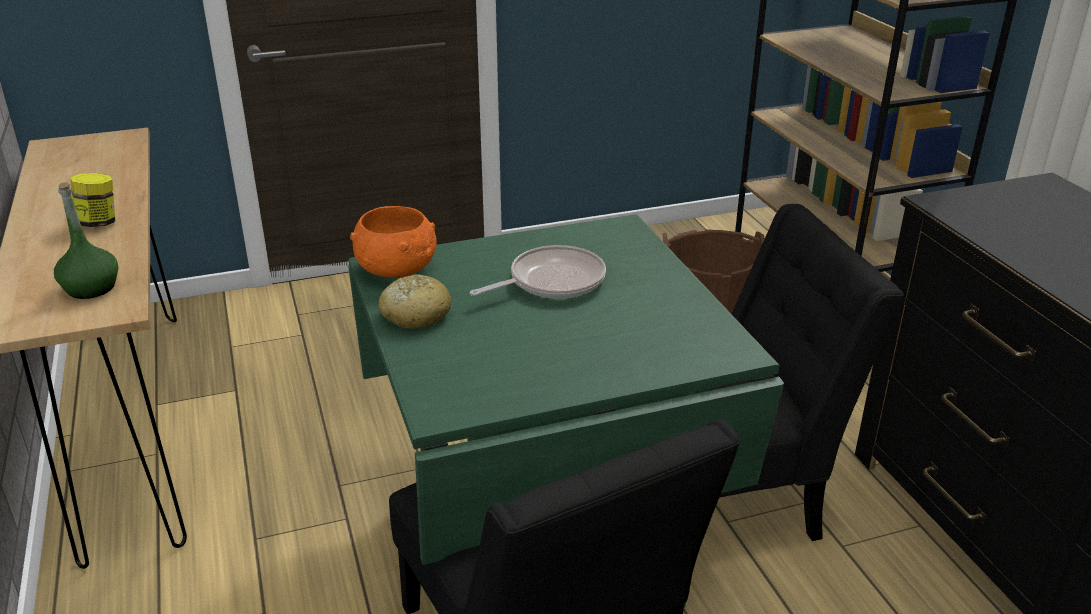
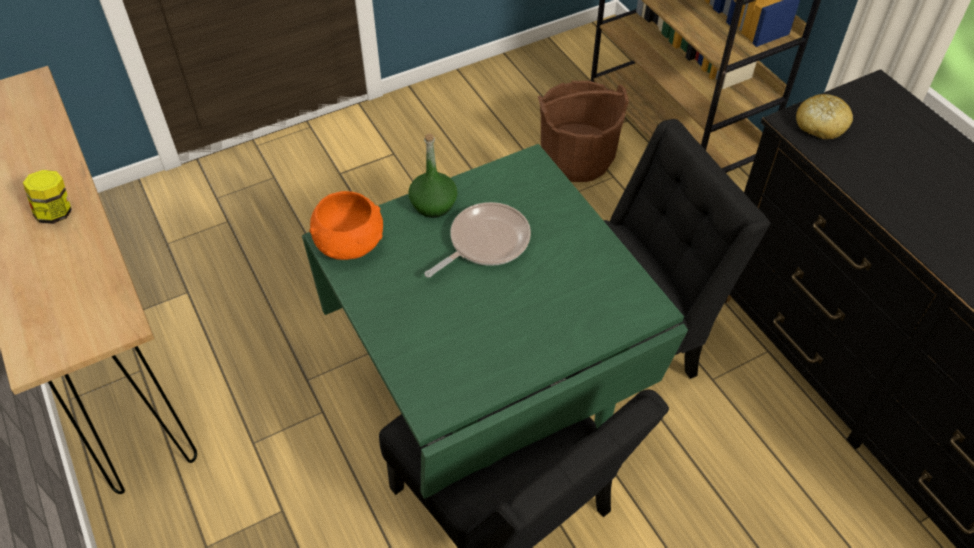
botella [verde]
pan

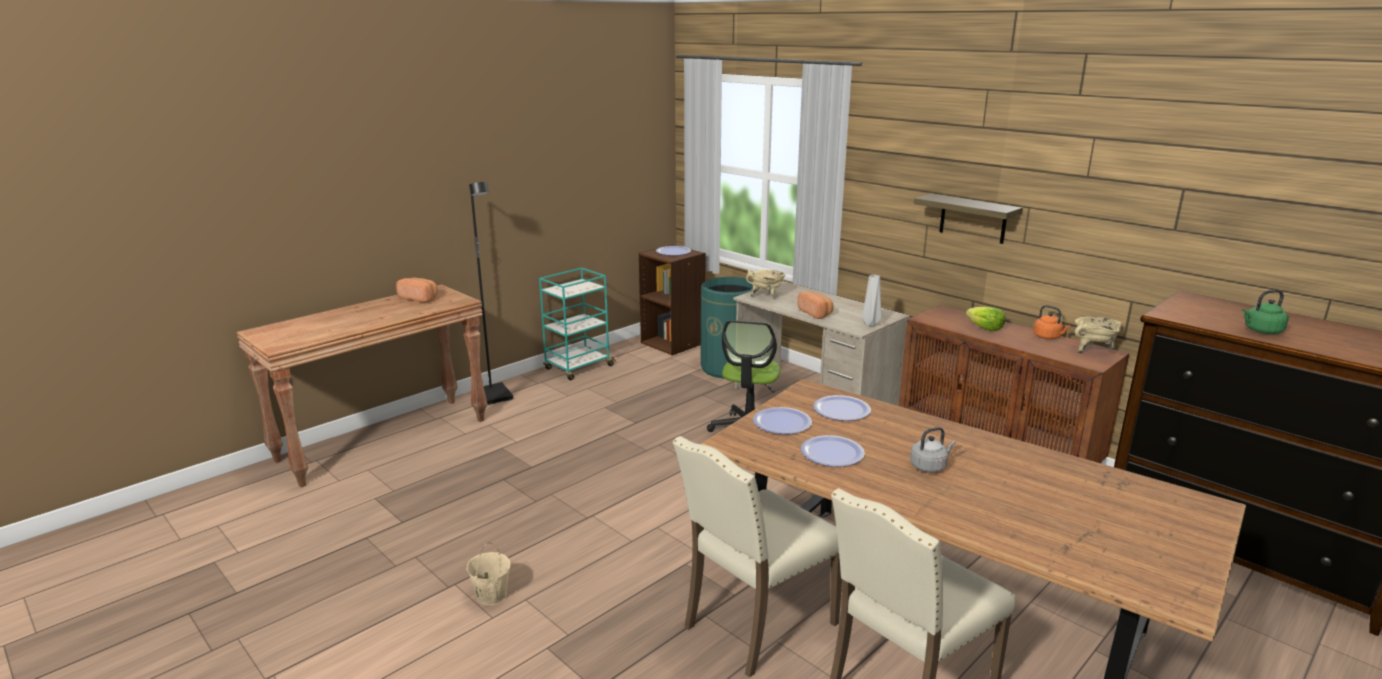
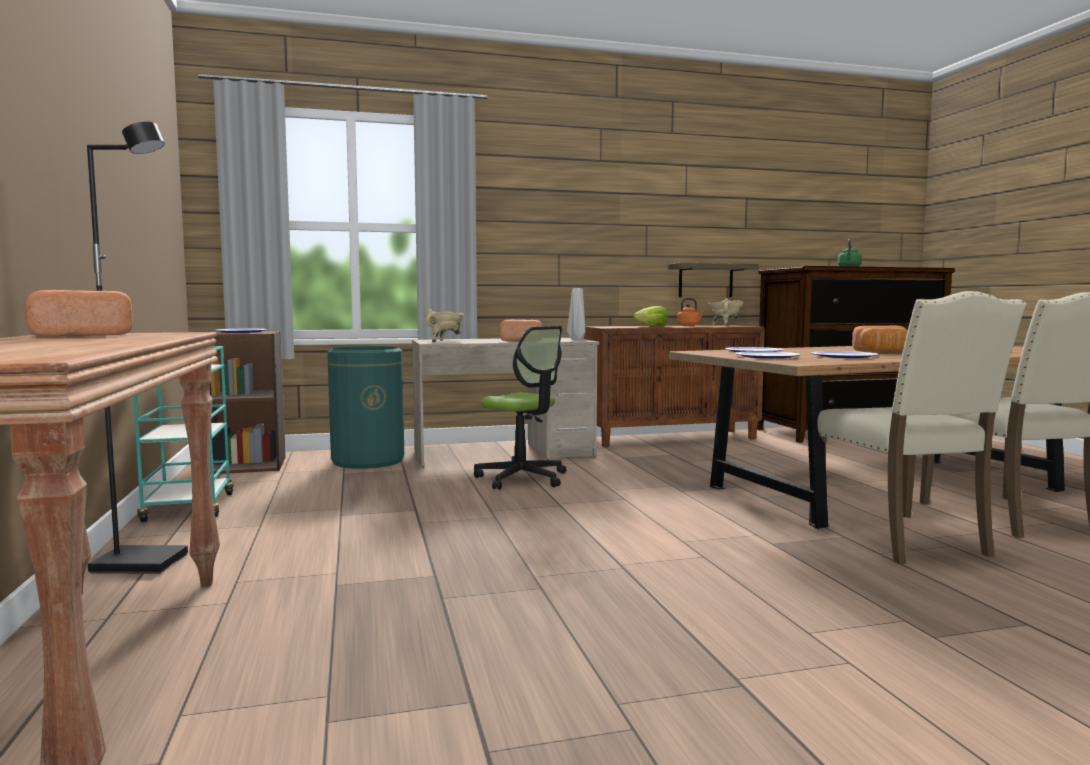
cubo [beis]
pan (3rd from left)
estante

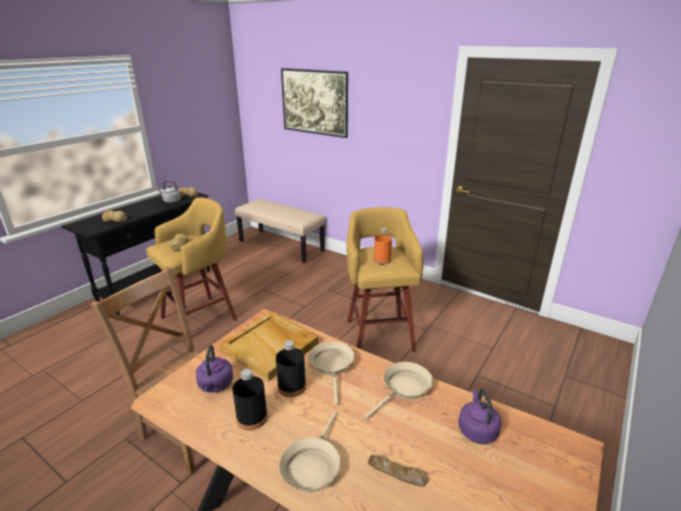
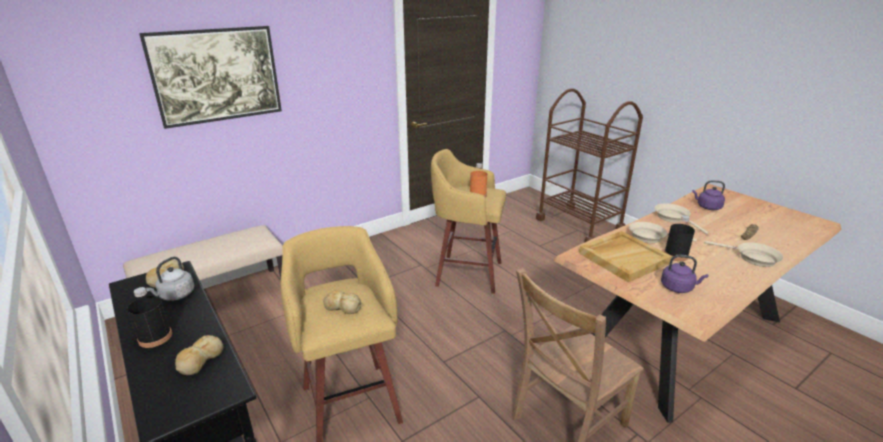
botella [negro] (1st from left)
carrito [marrón]

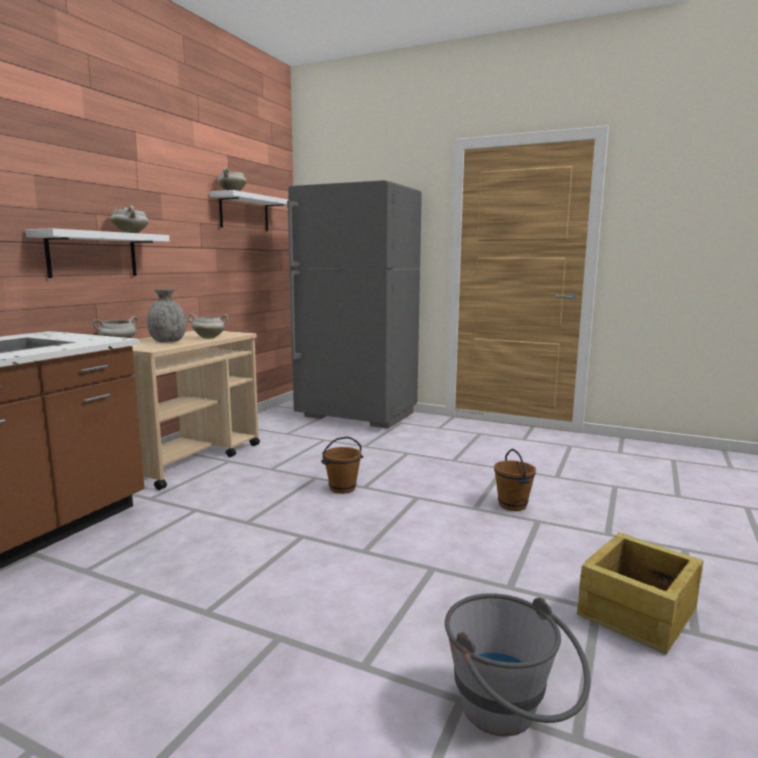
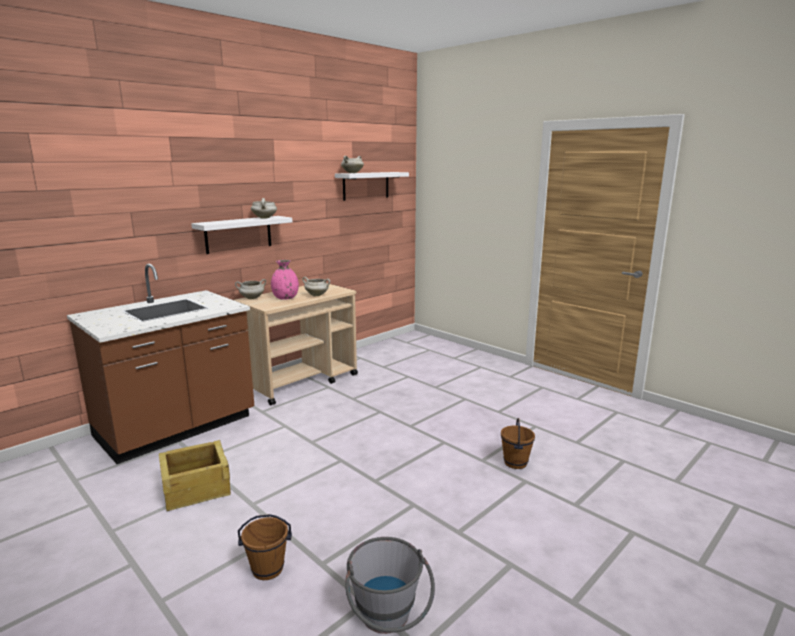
florero [rosa]
nevera [gris]
cubo [marrón] (1st from left)
caja de embalaje

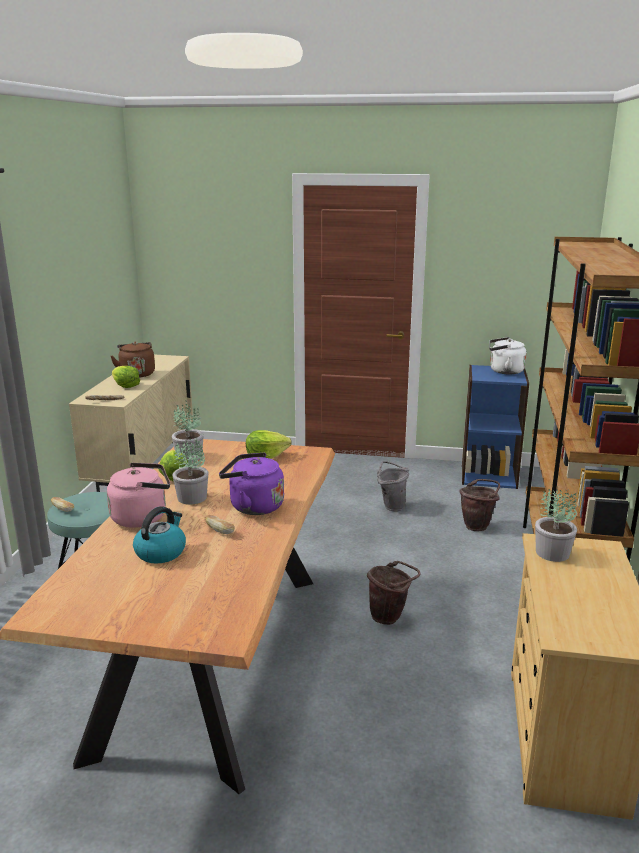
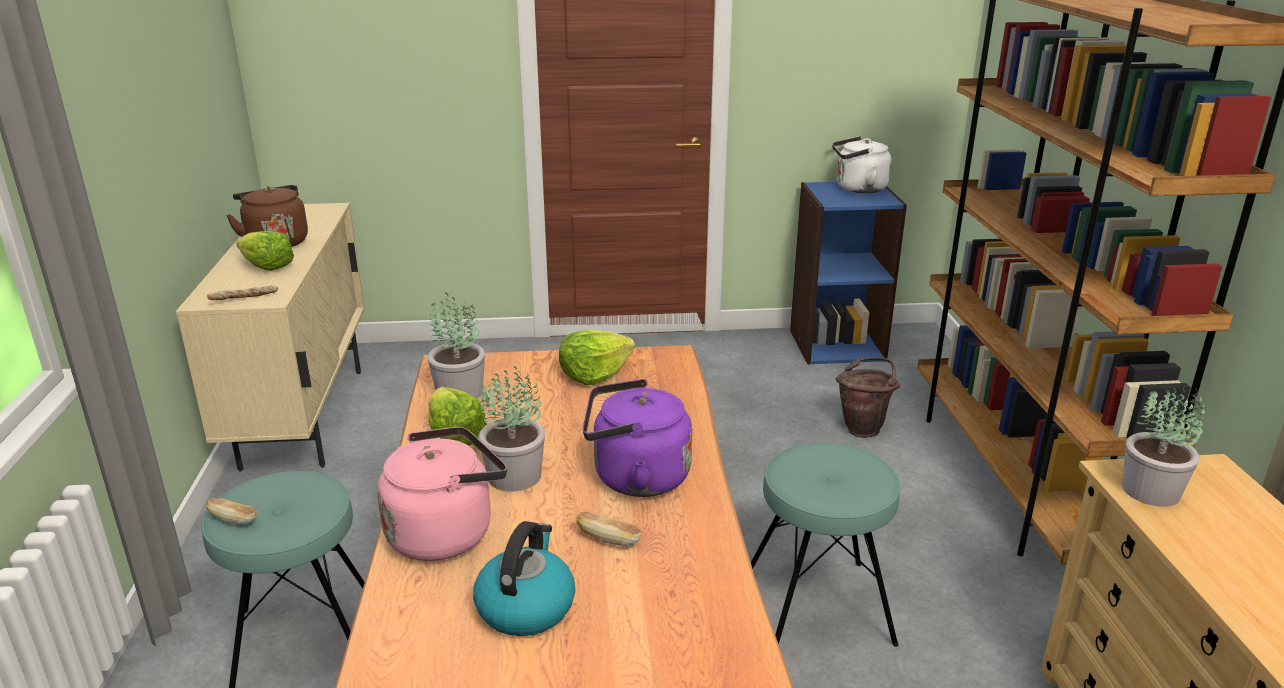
taburete [turquesa] (2nd from left)
cubo [gris]

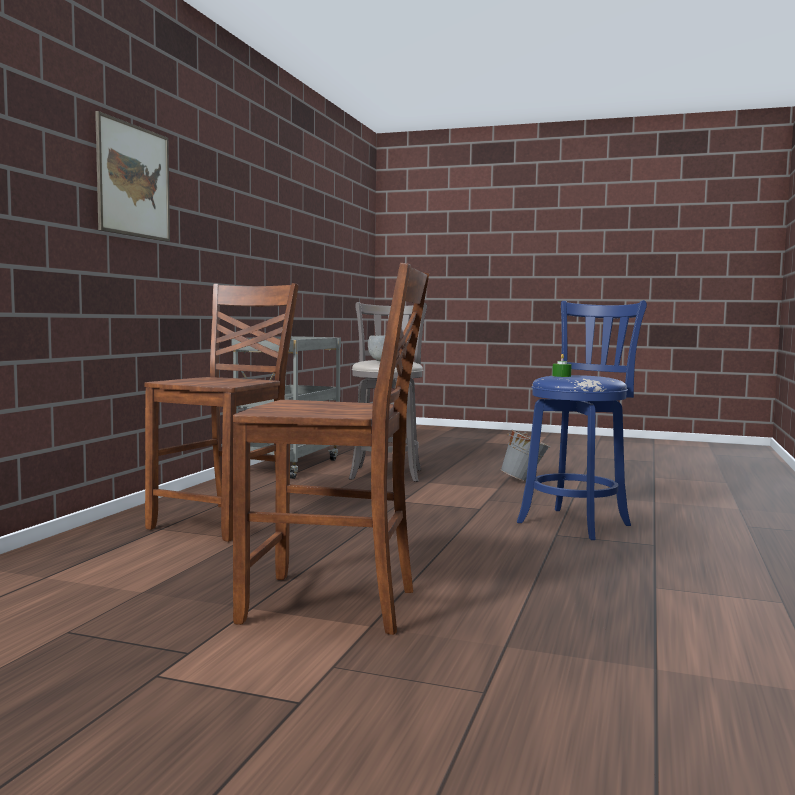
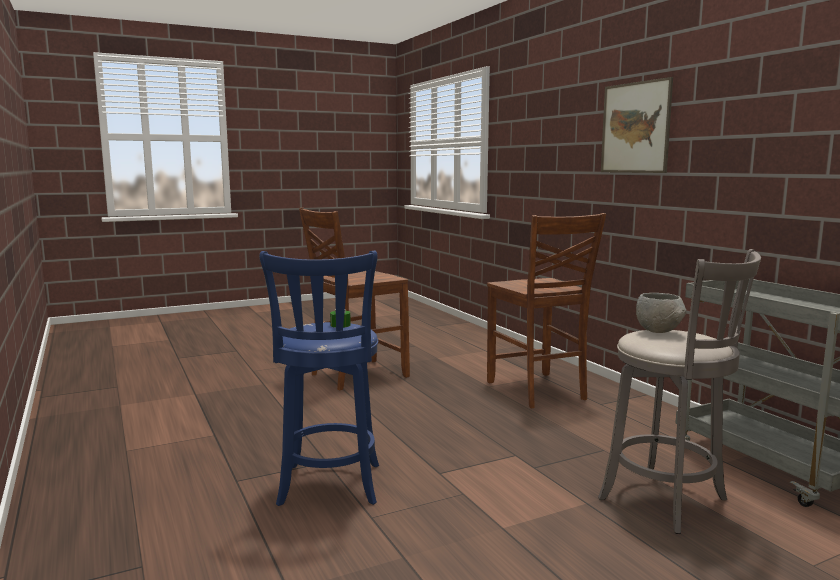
cubo [gris]

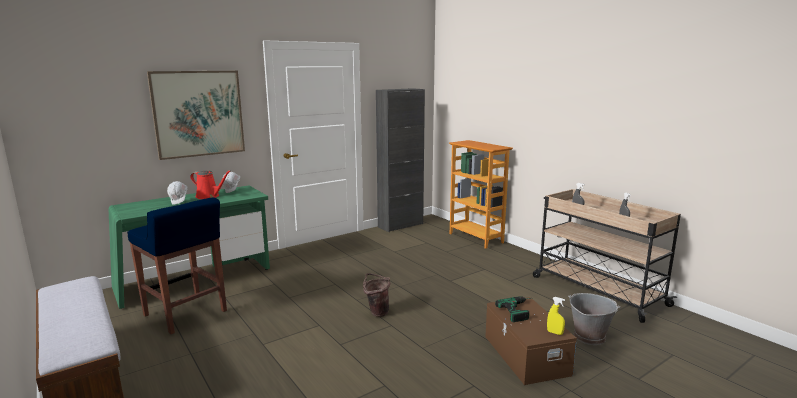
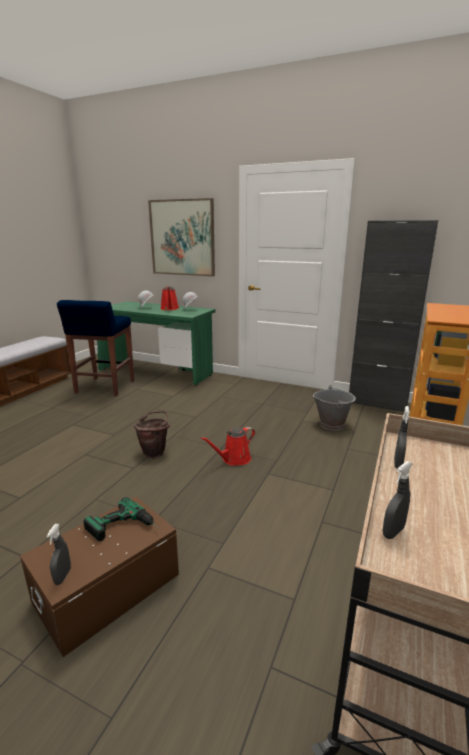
pulverizador [gris] (1st from left)
cubo [gris]
regadera [rojo] (2nd from left)

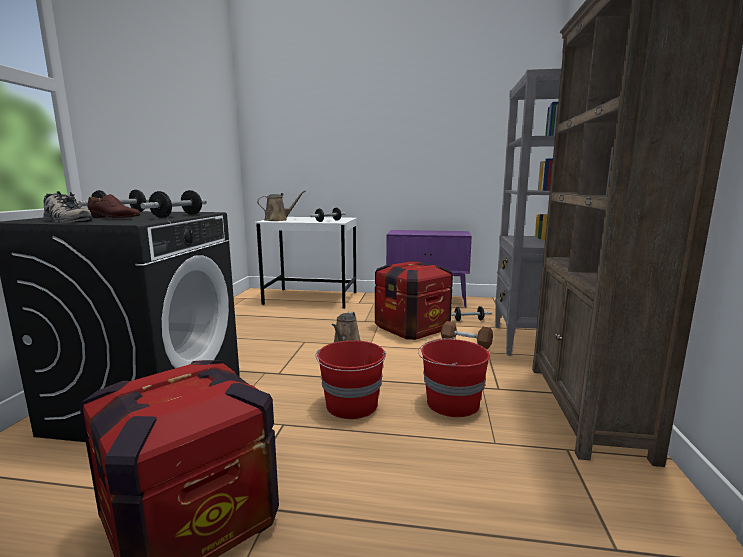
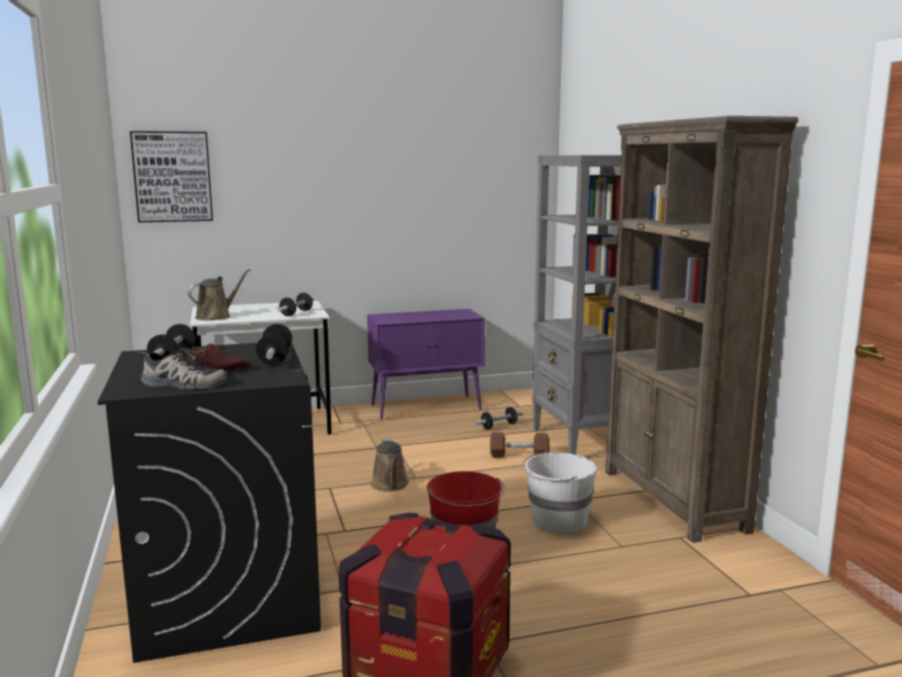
caja de embalaje (2nd from left in the first image)
cubo [blanco]
cuadro

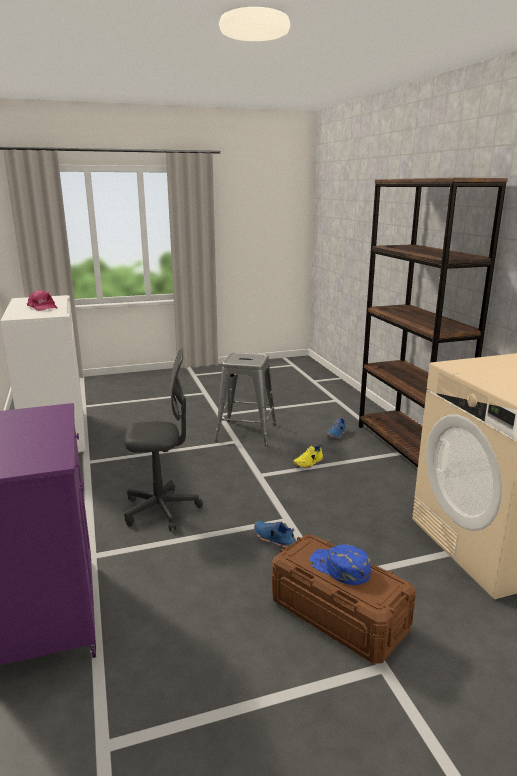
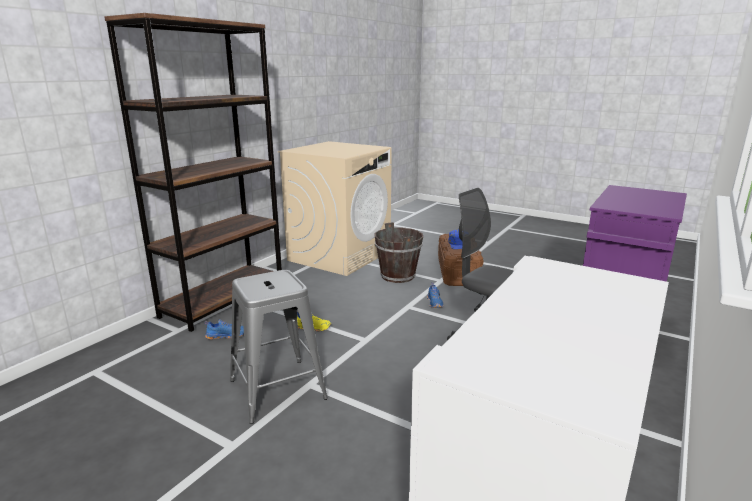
gorra [rosa]
cubo [marrón]

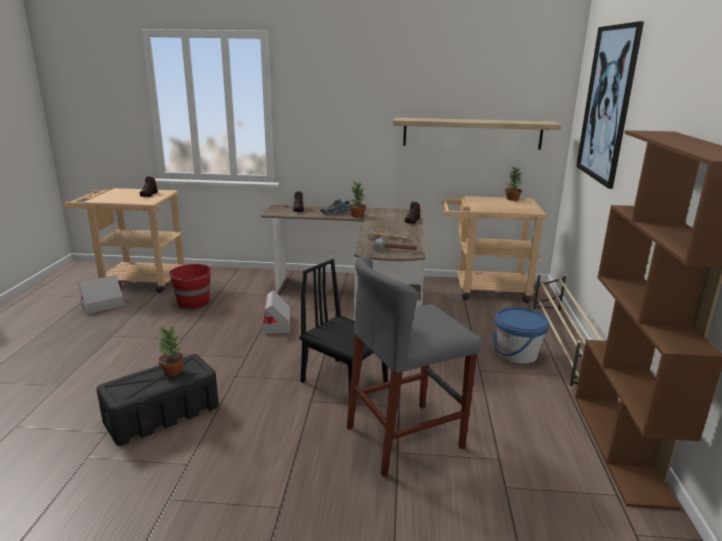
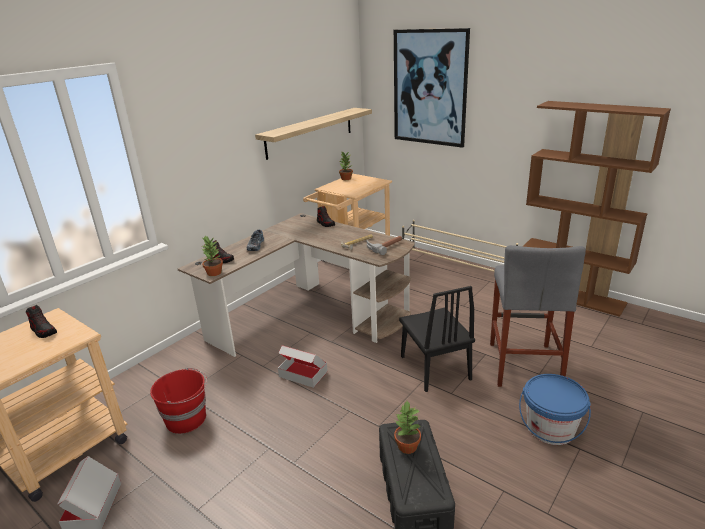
silla [negro]
planta en maceta (1st from left)
cubo [azul]

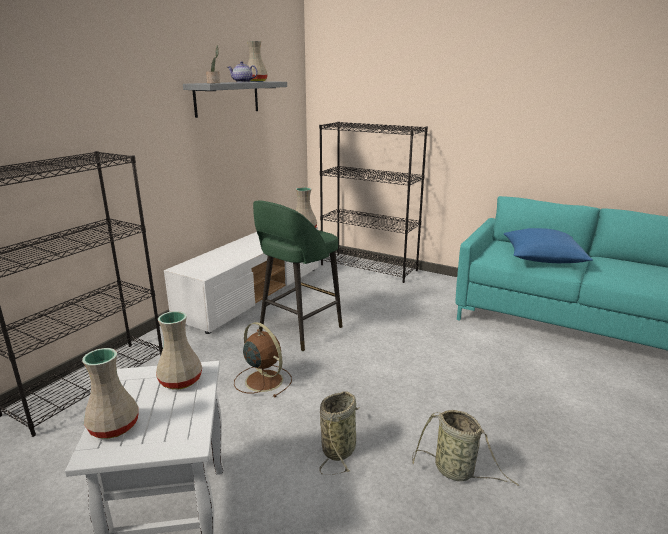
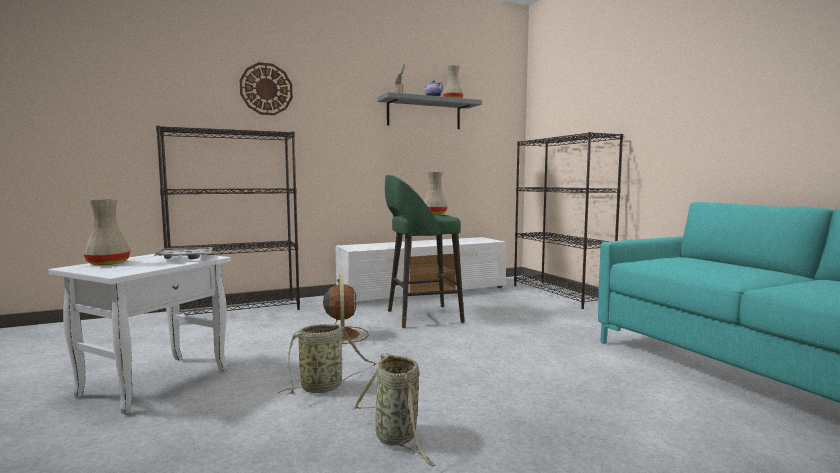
bandeja
cojín [azul]
reloj de pared

